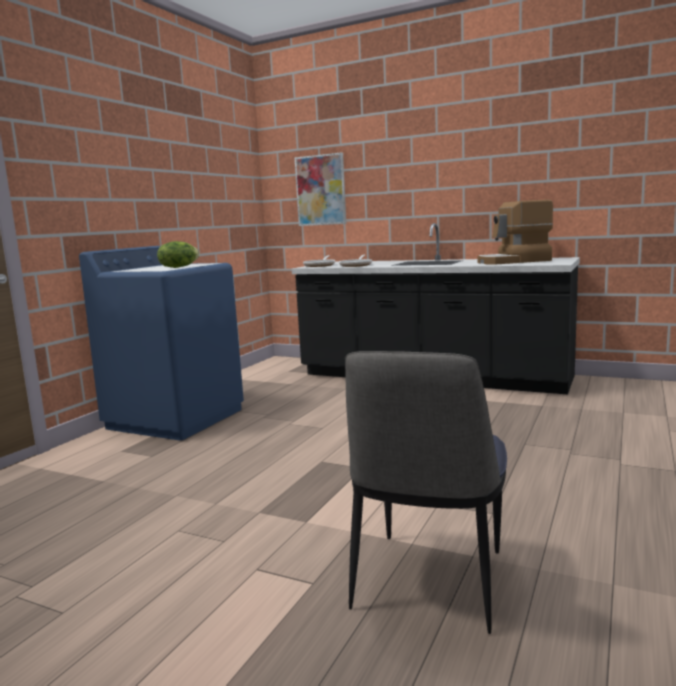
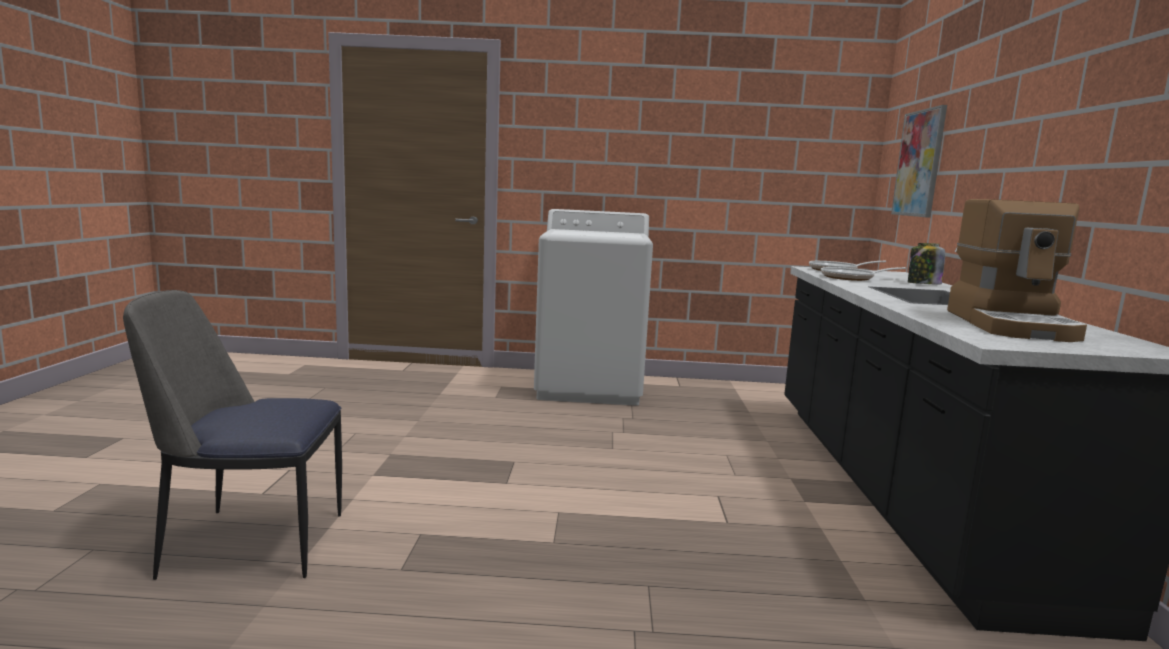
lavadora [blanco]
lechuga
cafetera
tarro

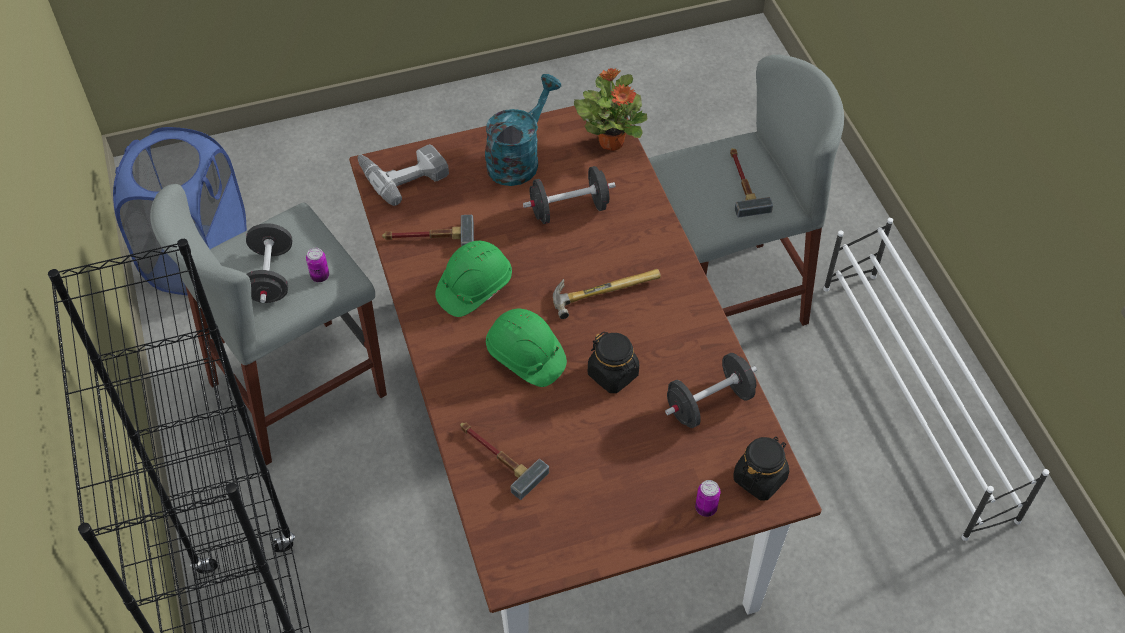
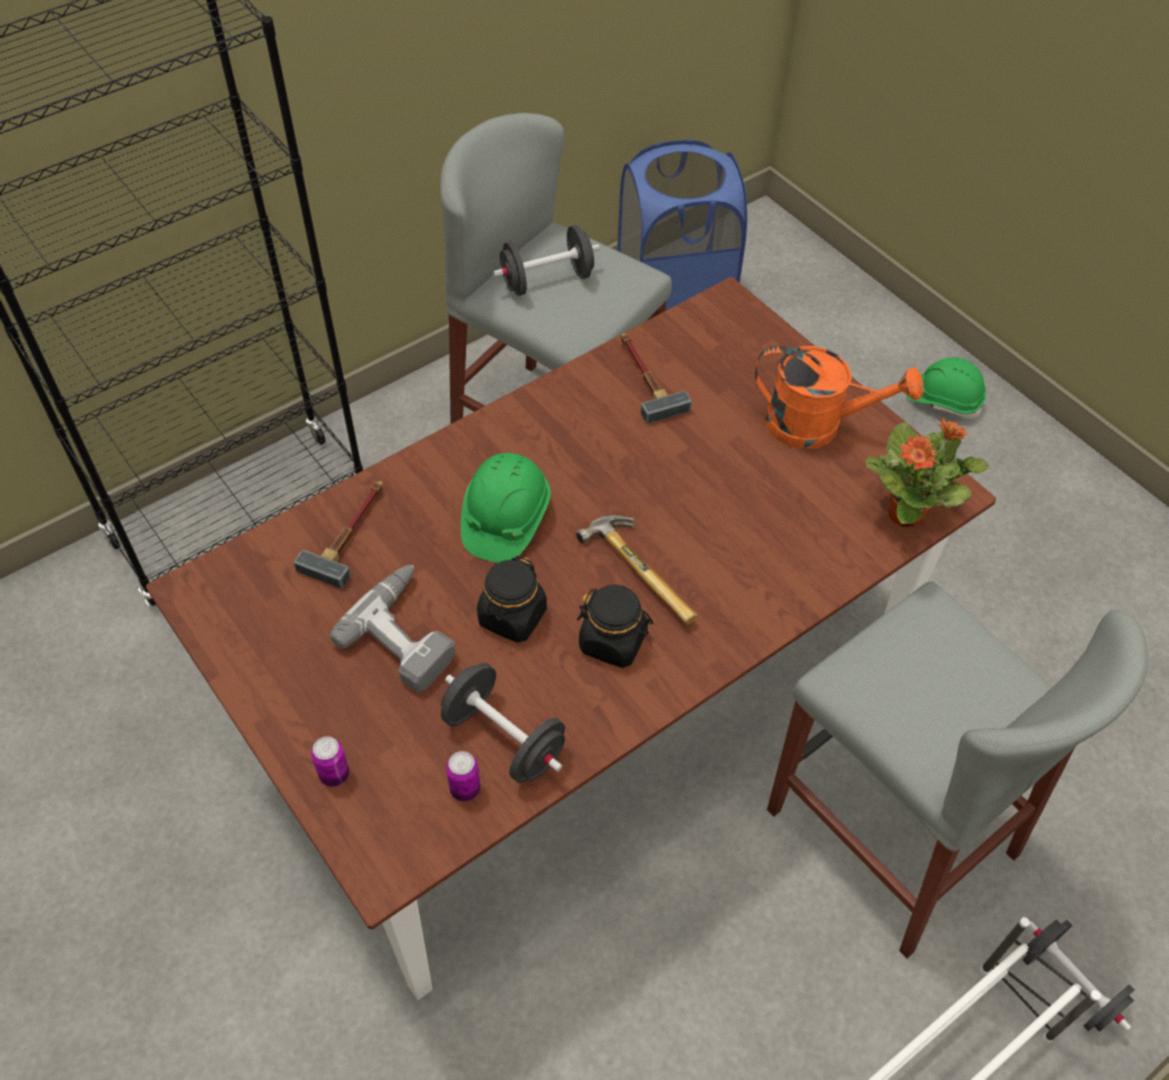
lata (2nd from left)
taladro
casco [verde] (2nd from left)
regadera [naranja]
mancuerna [negro] (3rd from left)
martillo (4th from left in the first image)
tarro [negro] (2nd from left)

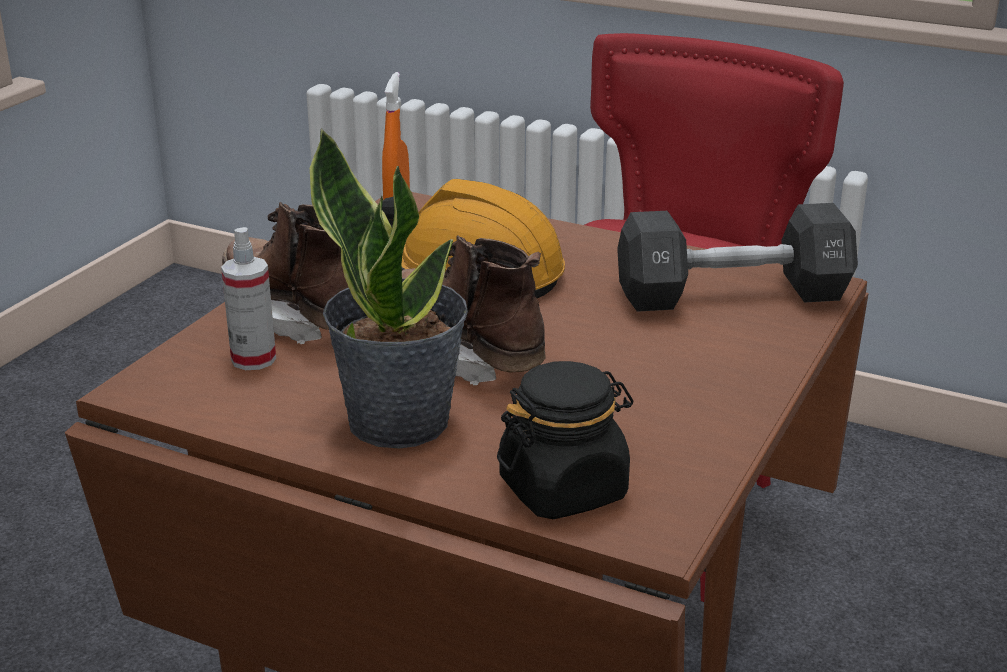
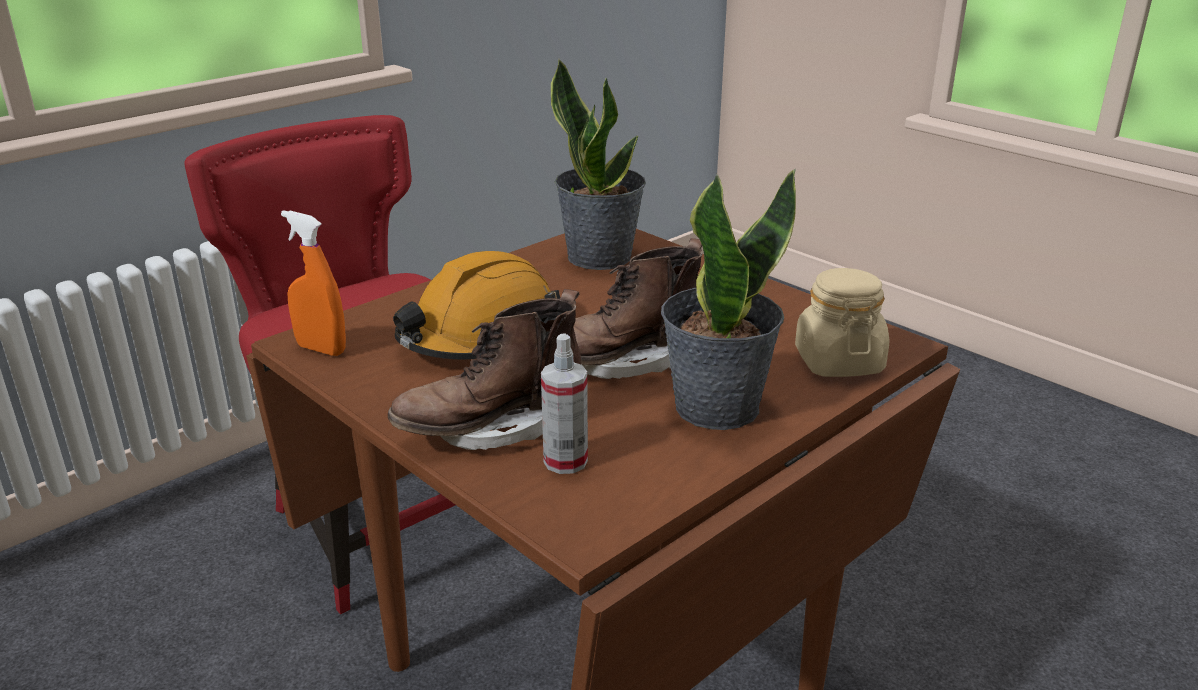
tarro [beis]
planta en maceta (1st from left)

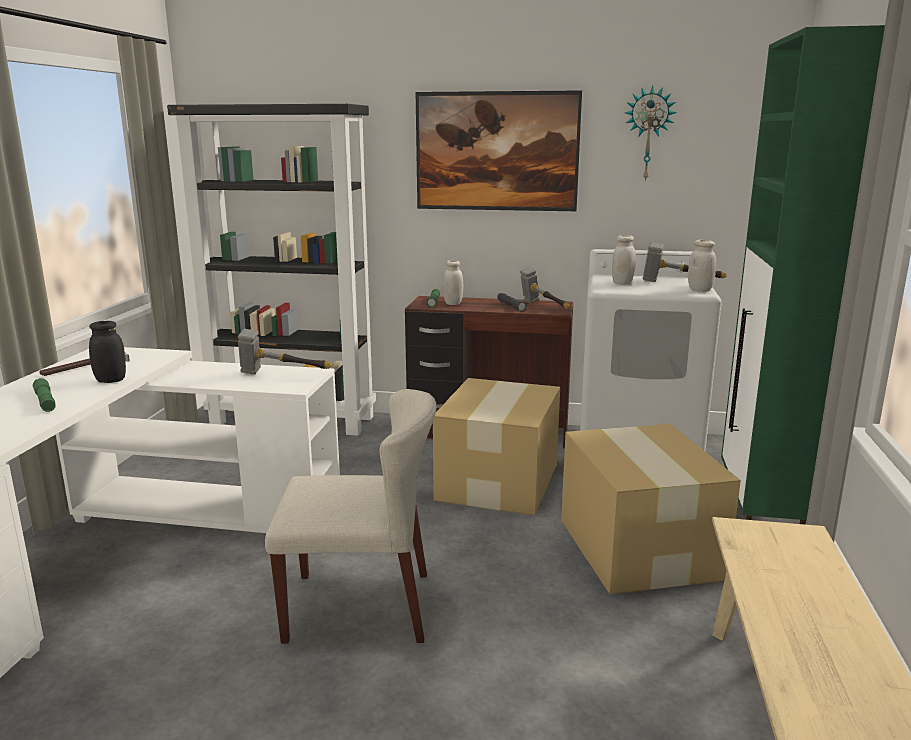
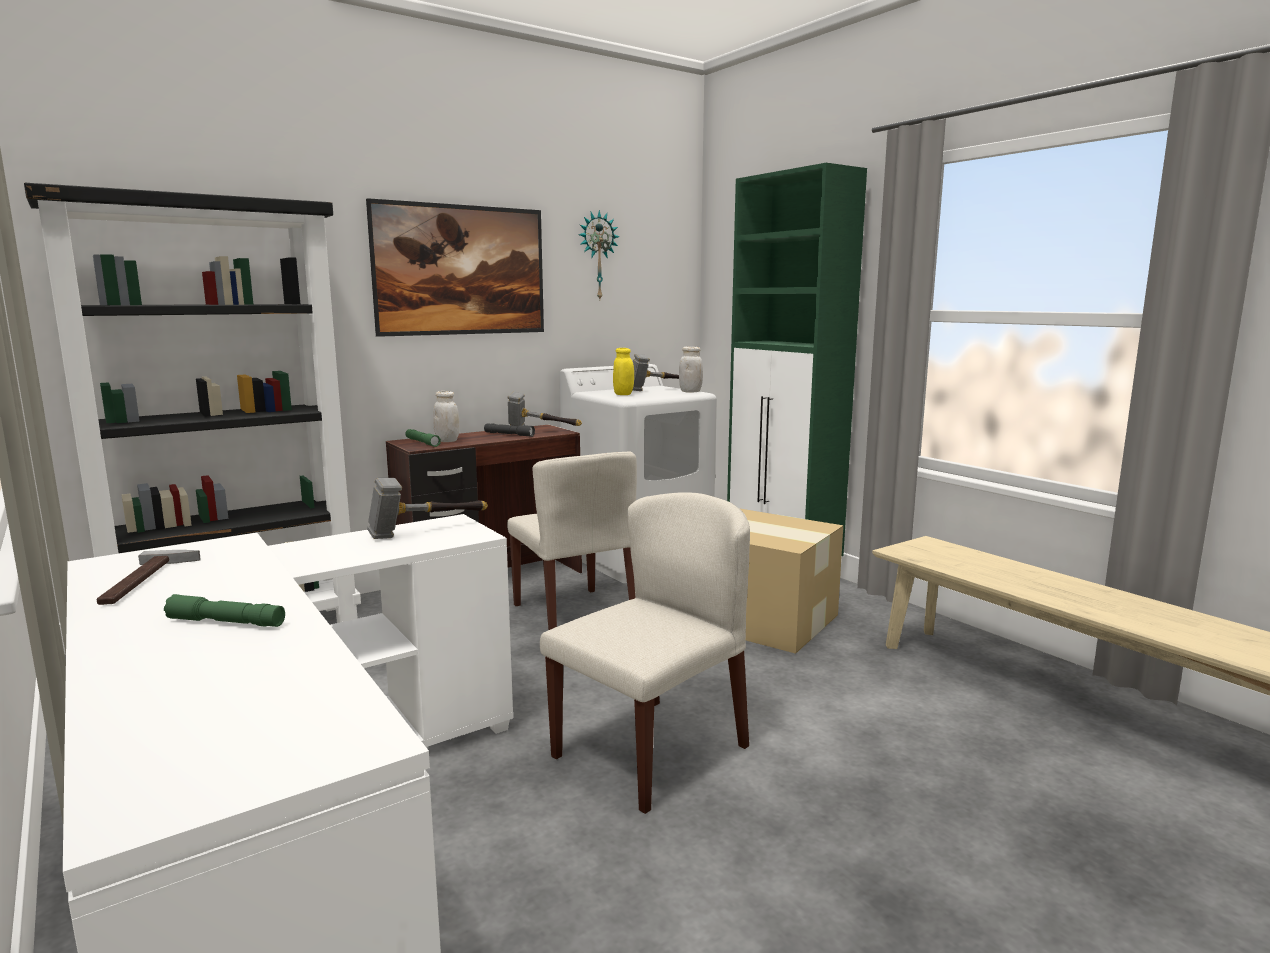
tarro [negro]
silla [beis] (1st from left)
tarro [amarillo]

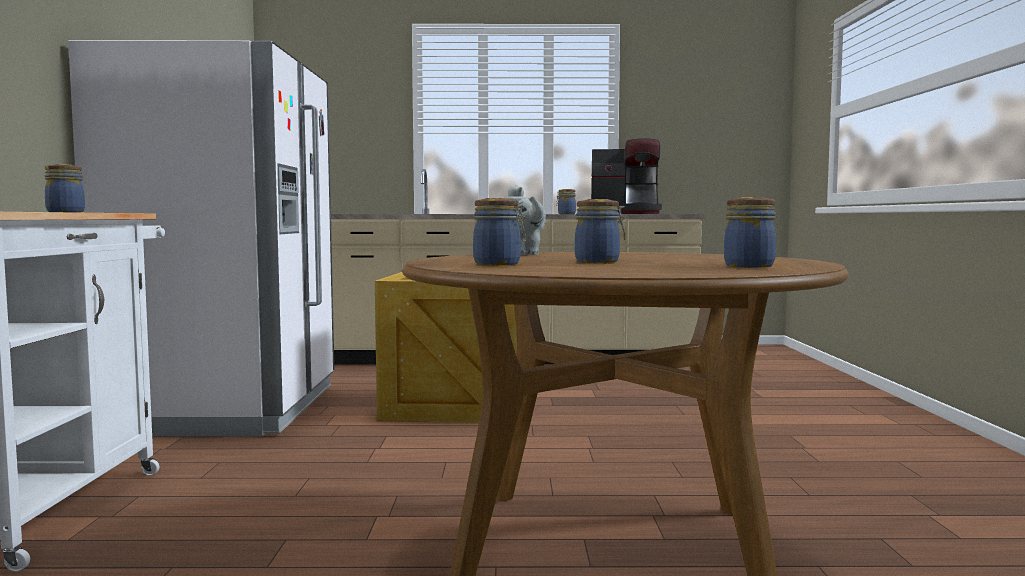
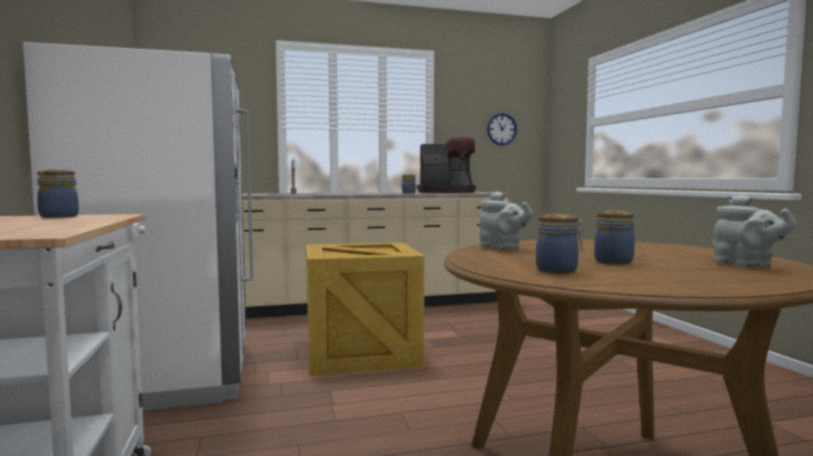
tetera [gris] (2nd from left)
reloj de pared

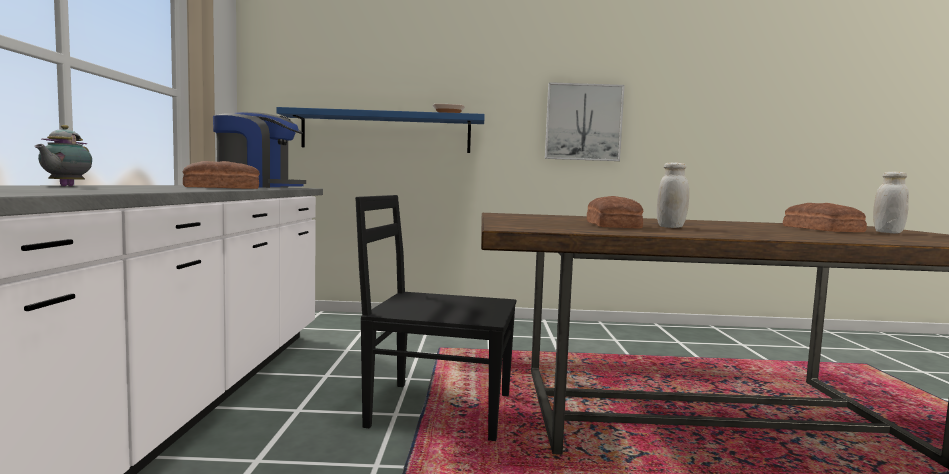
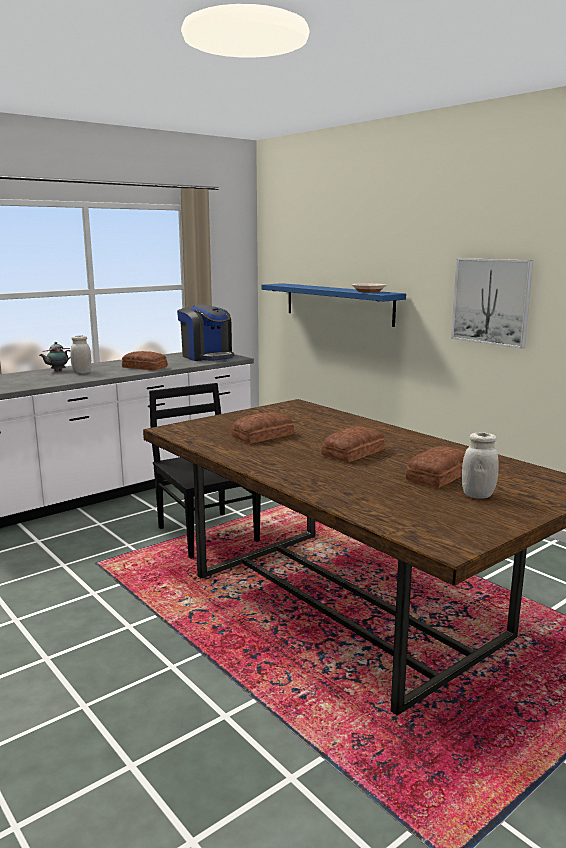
tarro [blanco] (1st from left)
pan (3rd from left)

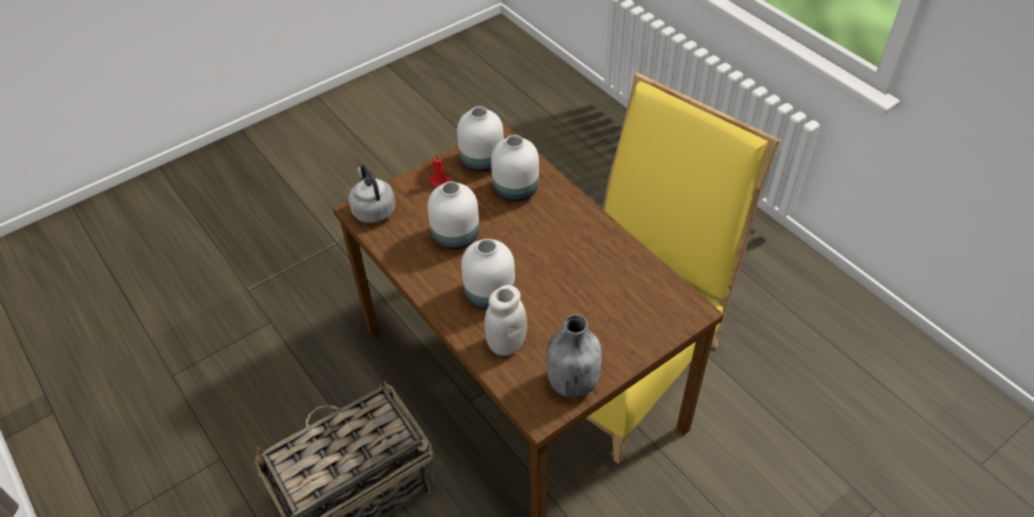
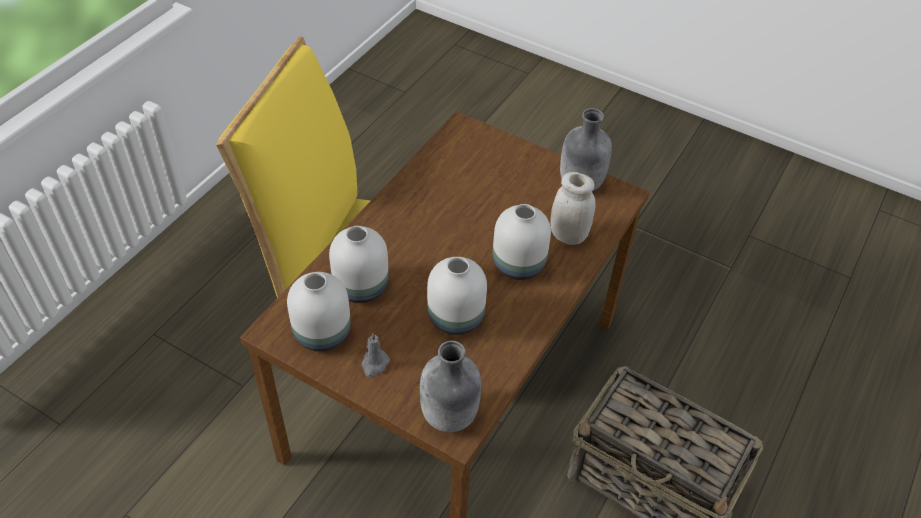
botella [gris] (1st from left)
vela [gris]

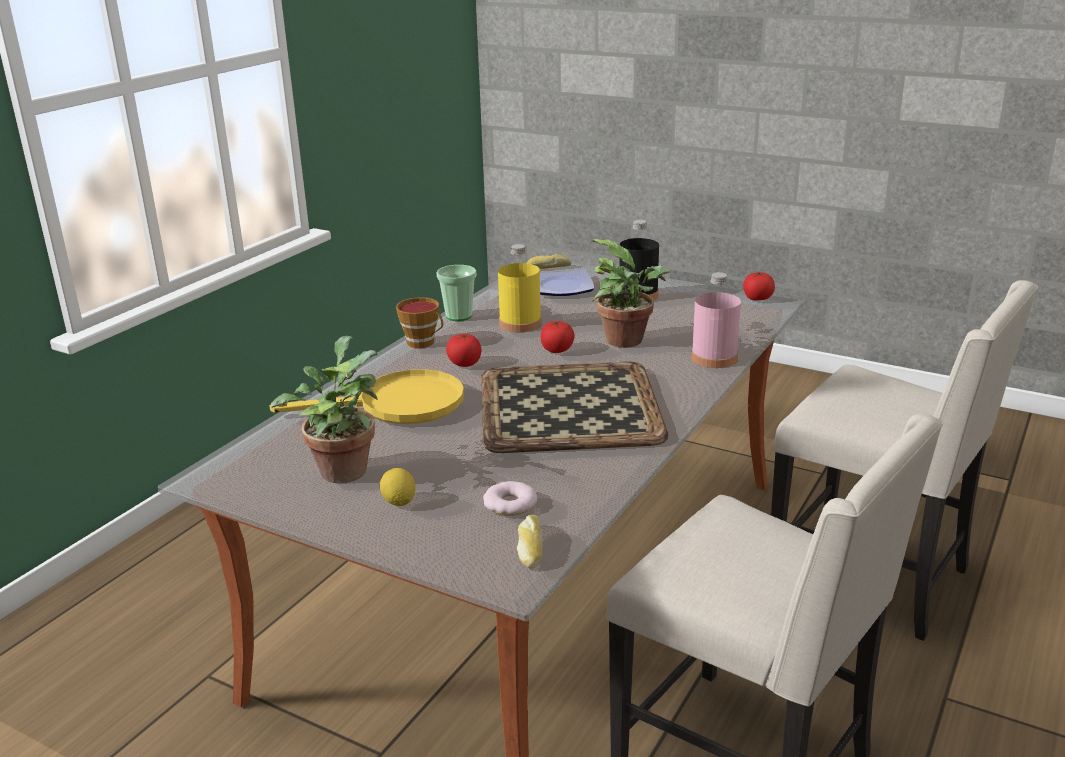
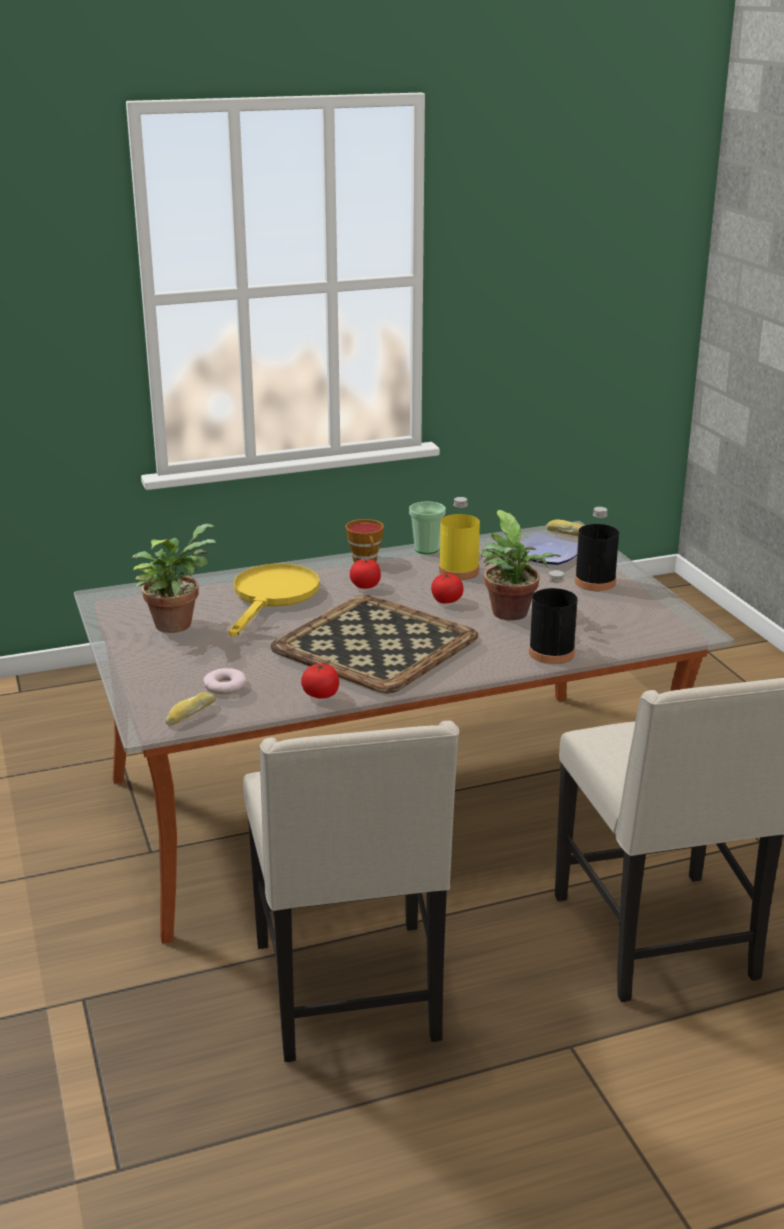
sartén [amarillo]
limón
botella [negro] (1st from left)
tomate (1st from left)

